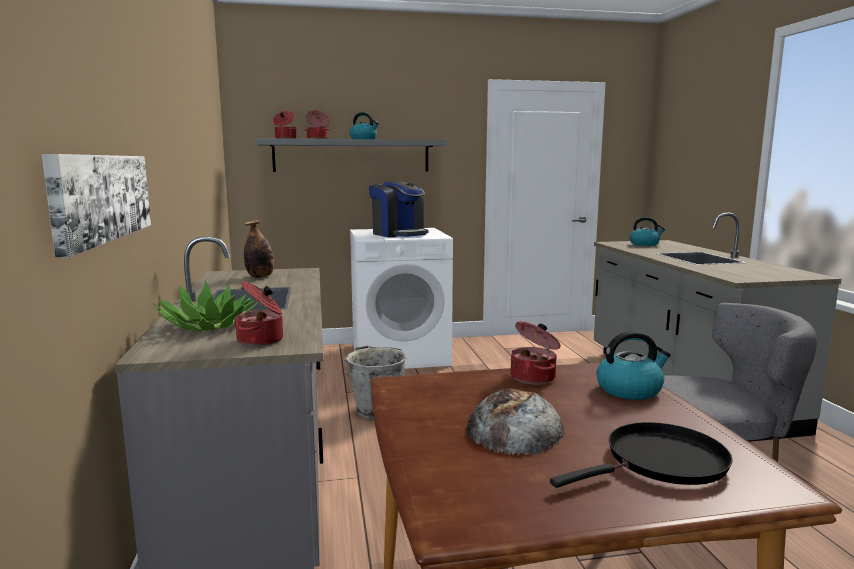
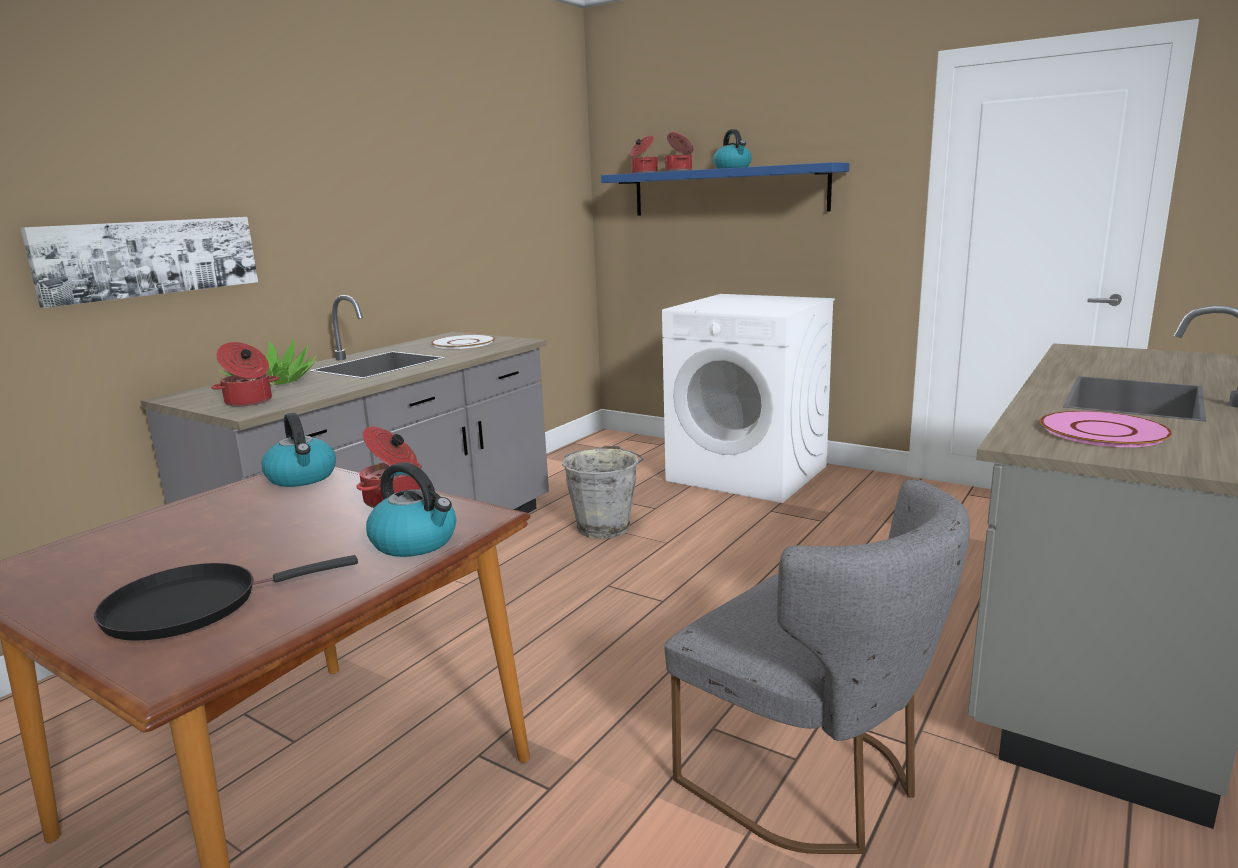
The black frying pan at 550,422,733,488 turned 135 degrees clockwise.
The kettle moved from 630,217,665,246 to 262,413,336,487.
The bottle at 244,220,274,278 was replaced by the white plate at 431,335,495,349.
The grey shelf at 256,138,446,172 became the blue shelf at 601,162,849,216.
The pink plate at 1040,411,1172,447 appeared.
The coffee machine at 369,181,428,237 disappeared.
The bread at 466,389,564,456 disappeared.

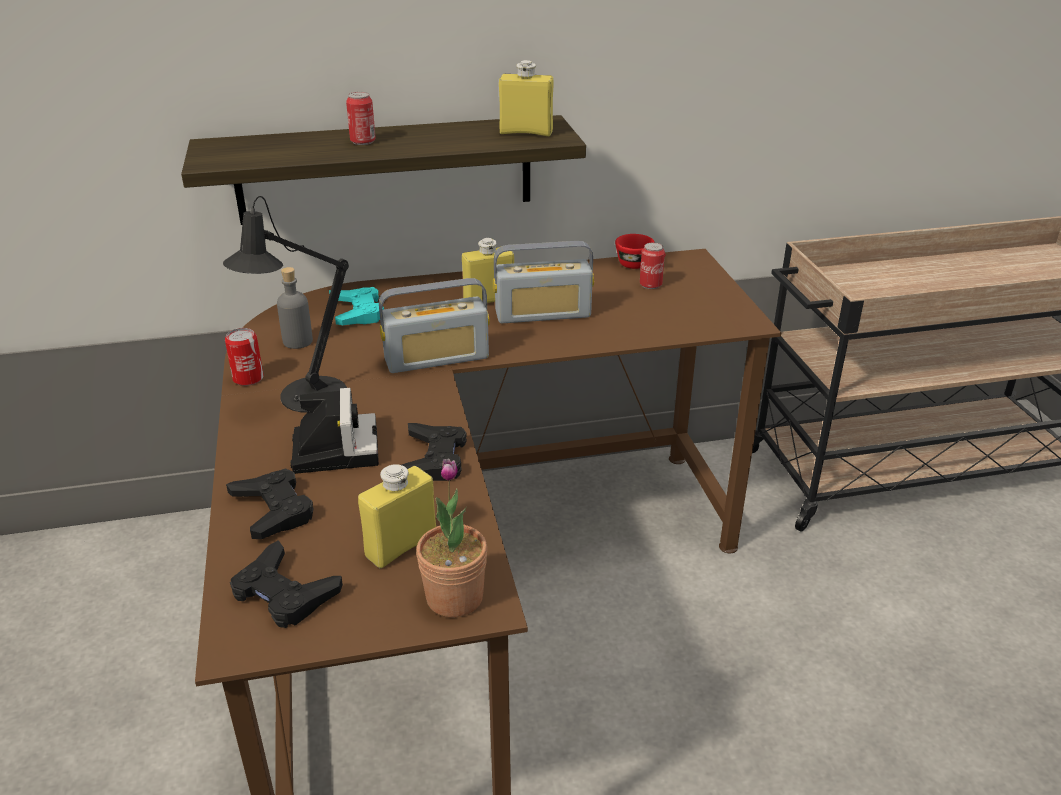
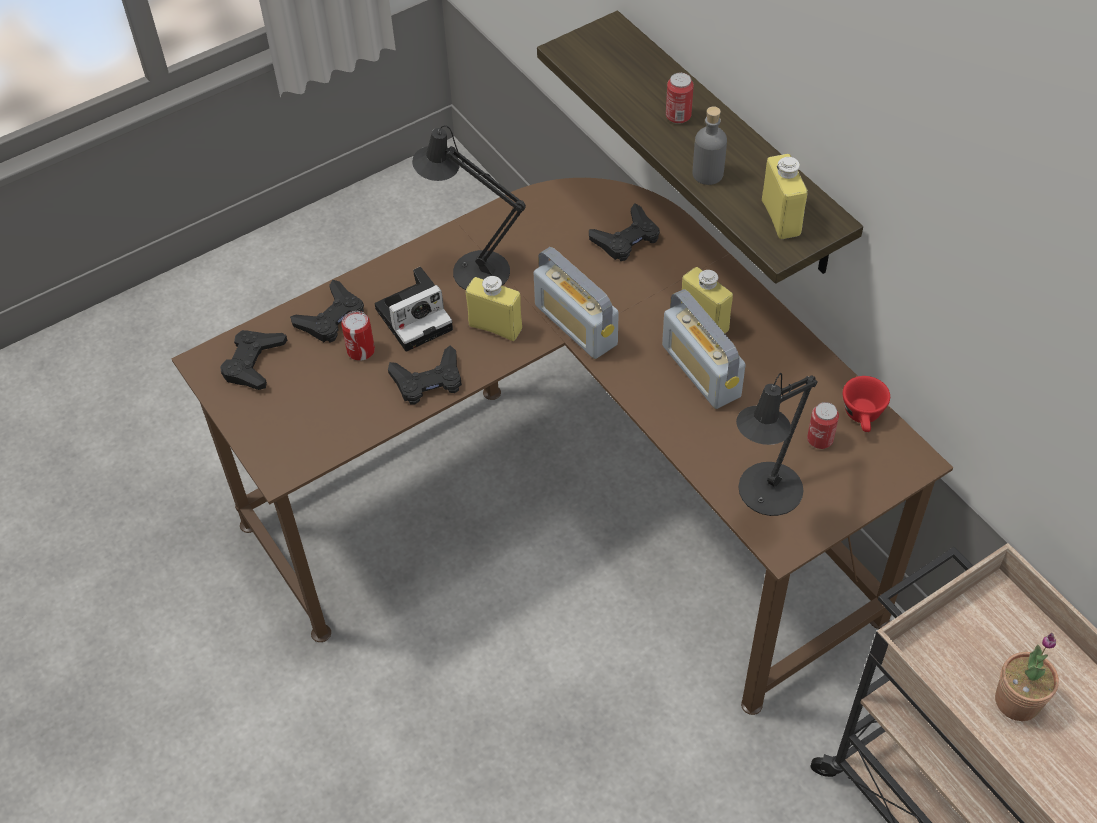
The can moved from 225,328,264,386 to 341,311,375,361.
The yellow bottle moved from 358,464,436,568 to 466,276,522,341.
The turquoise game controller at 329,287,384,325 became the black game controller at 589,204,660,261.
The grey bottle moved from 277,267,313,349 to 693,106,727,185.
The black table lamp at 736,373,818,516 appeared.
The potted plant moved from 416,459,487,617 to 995,633,1059,721.

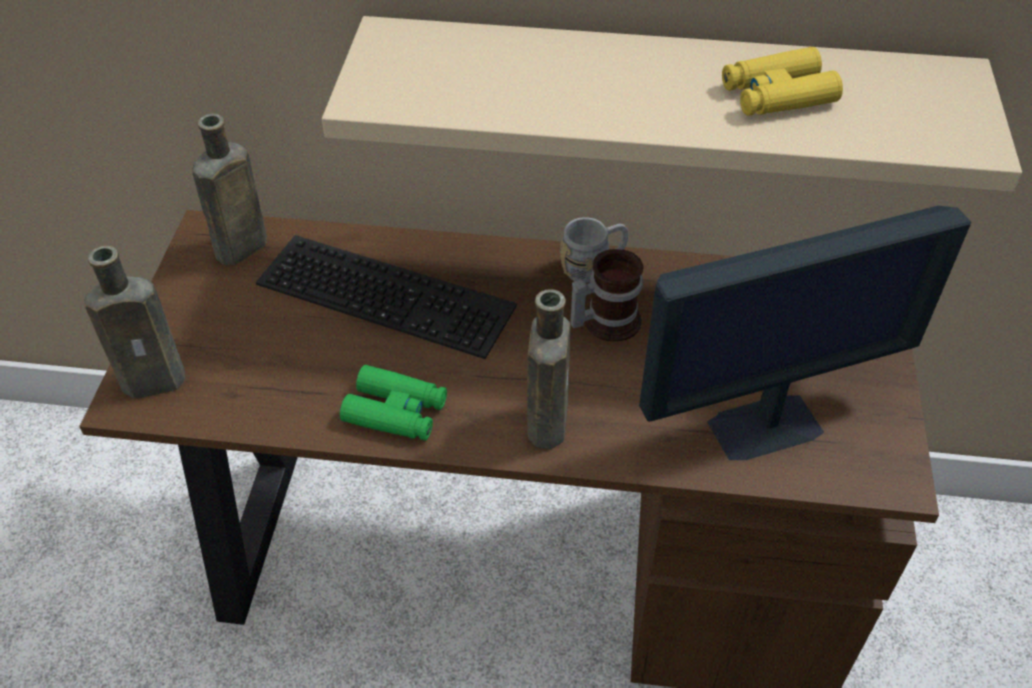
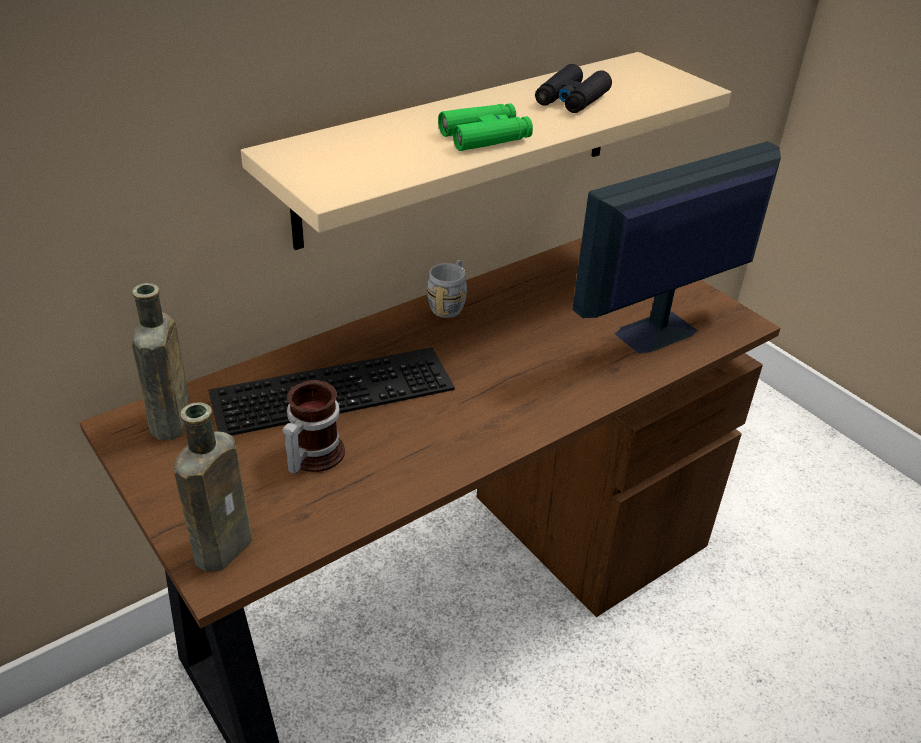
The mug moved from 571,249,644,342 to 283,380,345,474.
The green binoculars moved from 340,365,447,441 to 438,103,533,151.
The yellow binoculars at 722,47,843,116 became the black binoculars at 535,64,612,113.
The monitor at 639,206,971,460 turned 150 degrees counterclockwise.
The brown bottle at 527,289,571,449 disappeared.

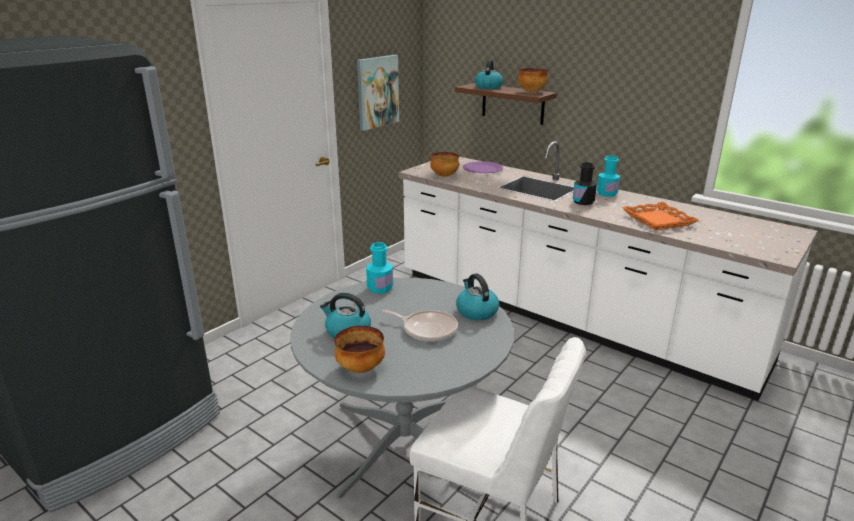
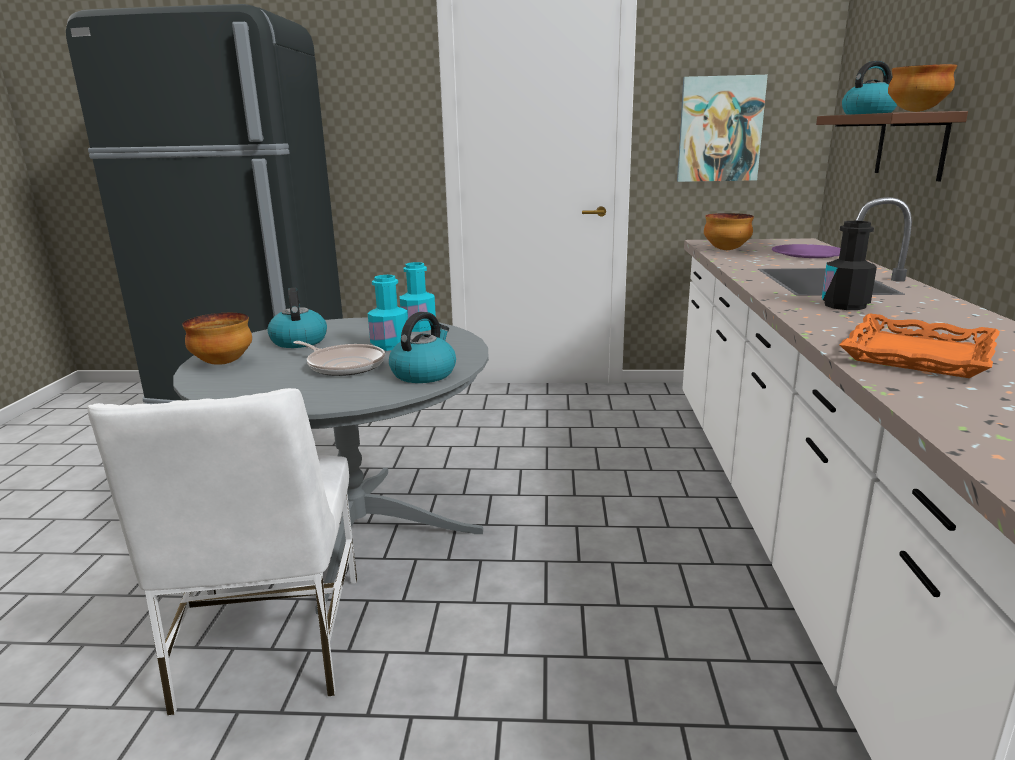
The frying pan at 382,310,458,342 turned 45 degrees counterclockwise.
The turquoise bottle moved from 597,155,620,197 to 368,275,408,351.

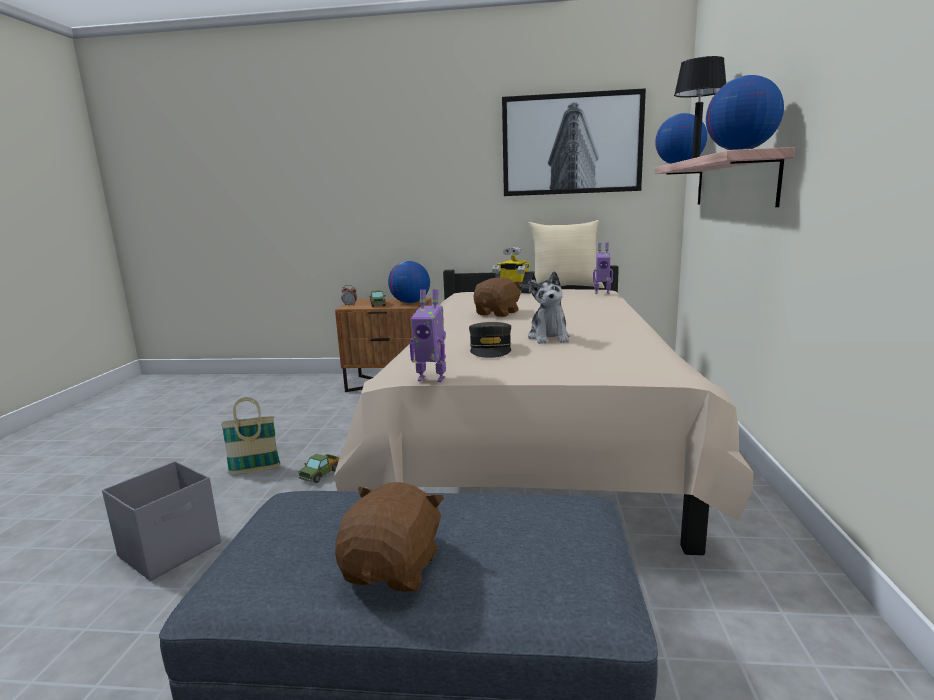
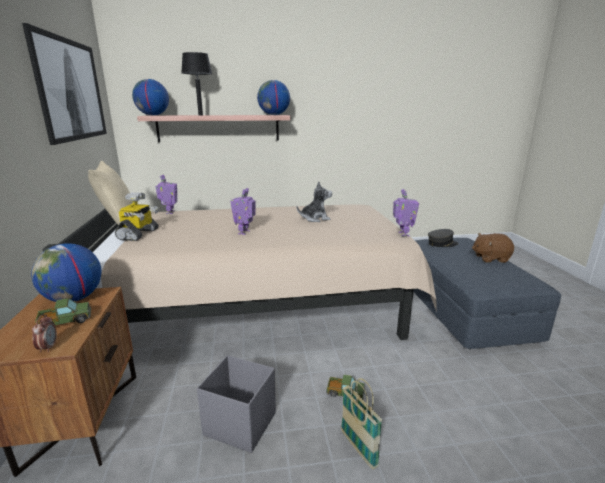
The grey storage box moved from 102,461,221,581 to 197,355,276,453.
The brown plush toy at 474,277,522,317 was replaced by the toy robot at 231,188,256,235.
The grey cap moved from 469,322,511,358 to 428,229,459,247.

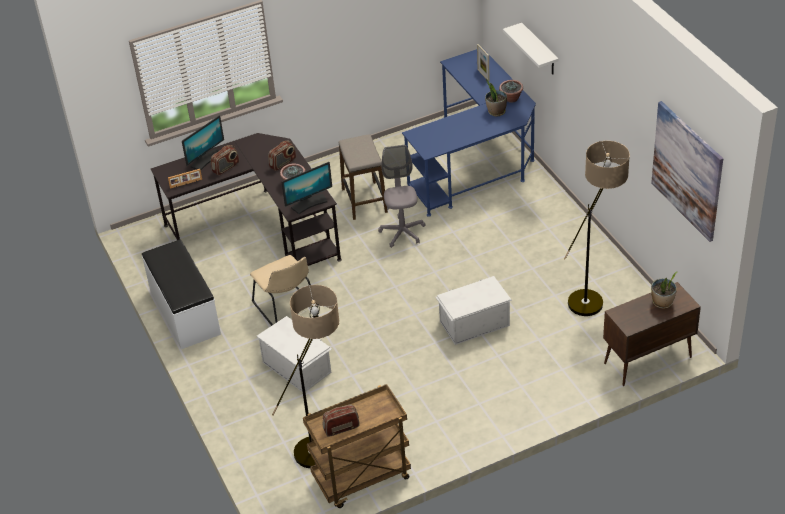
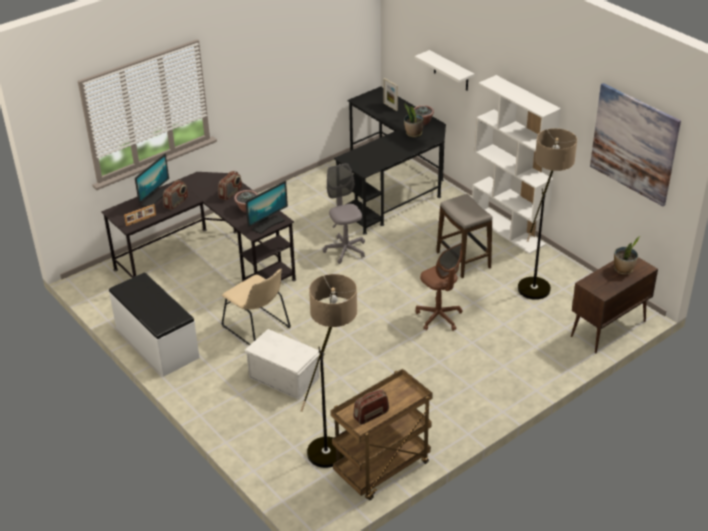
The blue desk at 402,49,536,217 became the black desk at 334,87,446,235.
The white storage box at 436,276,512,345 was replaced by the brown office chair at 415,243,463,331.
The stool moved from 339,134,388,220 to 436,194,492,278.
The white bookcase at 472,75,561,254 appeared.

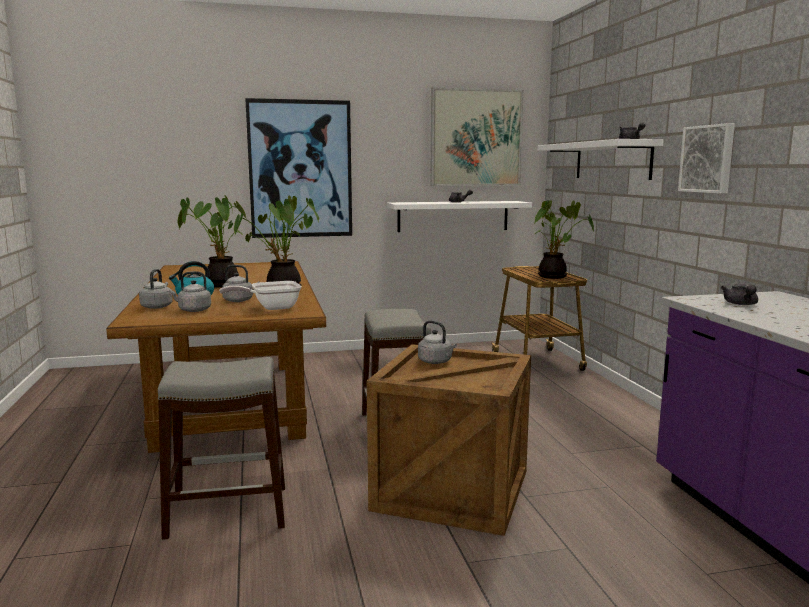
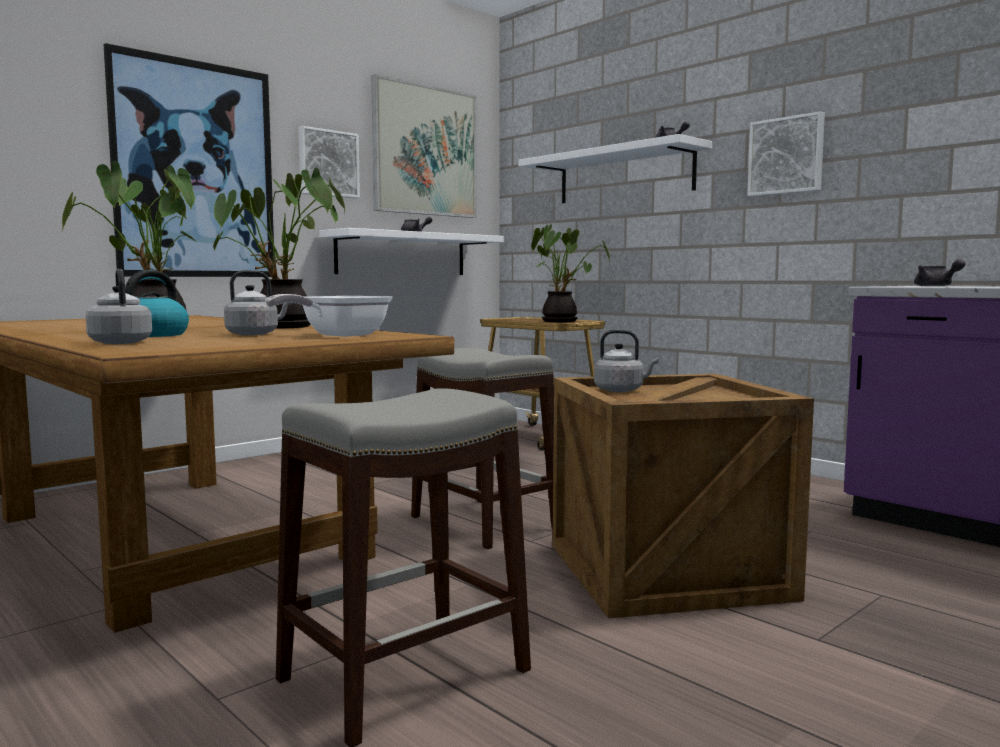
The picture at 298,126,360,198 appeared.
The grey kettle at 169,271,211,312 disappeared.

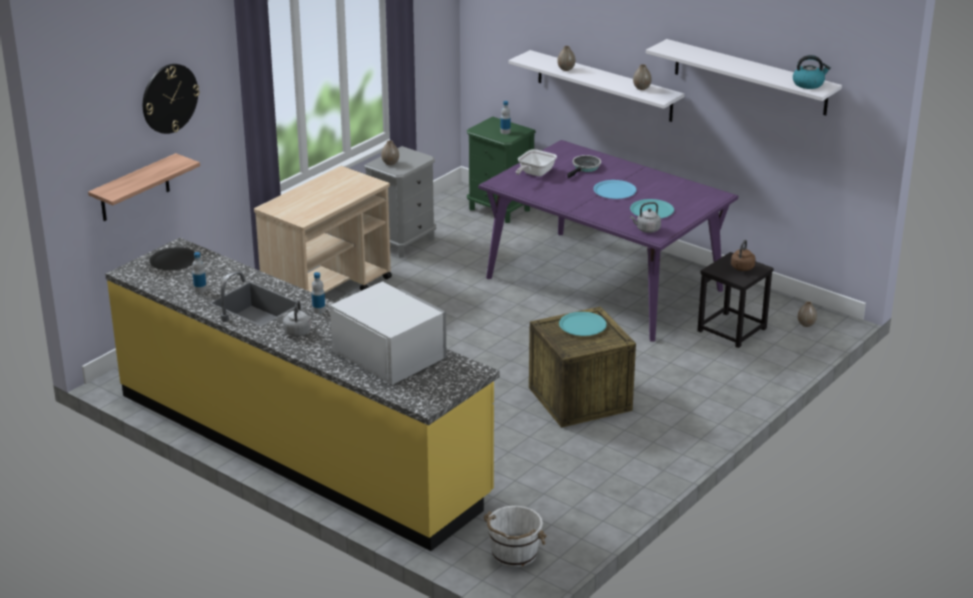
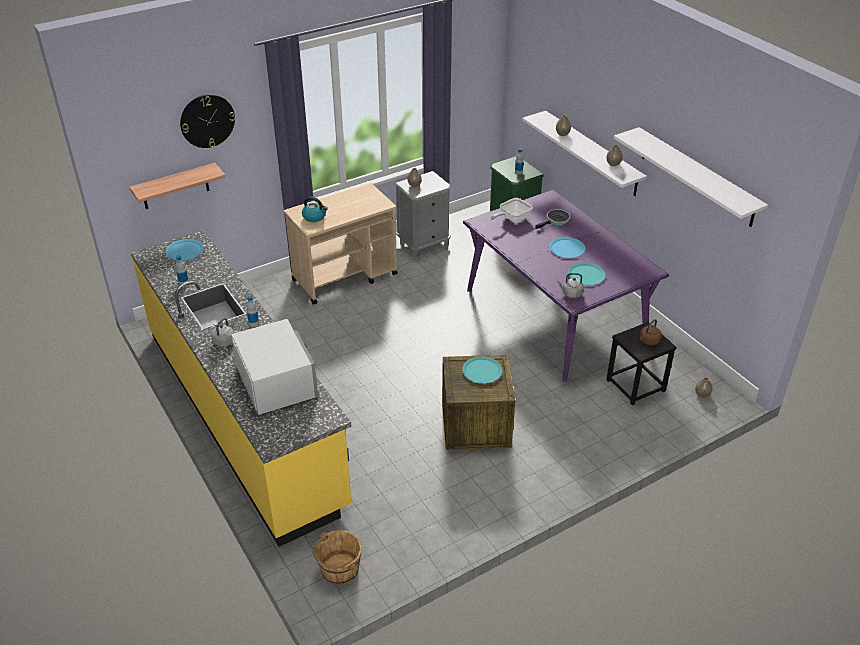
The black plate at 150,247,195,270 became the blue plate at 165,239,203,261.
The kettle moved from 793,55,831,89 to 302,197,328,222.
The white bucket at 483,506,547,567 became the brown bucket at 313,530,362,585.

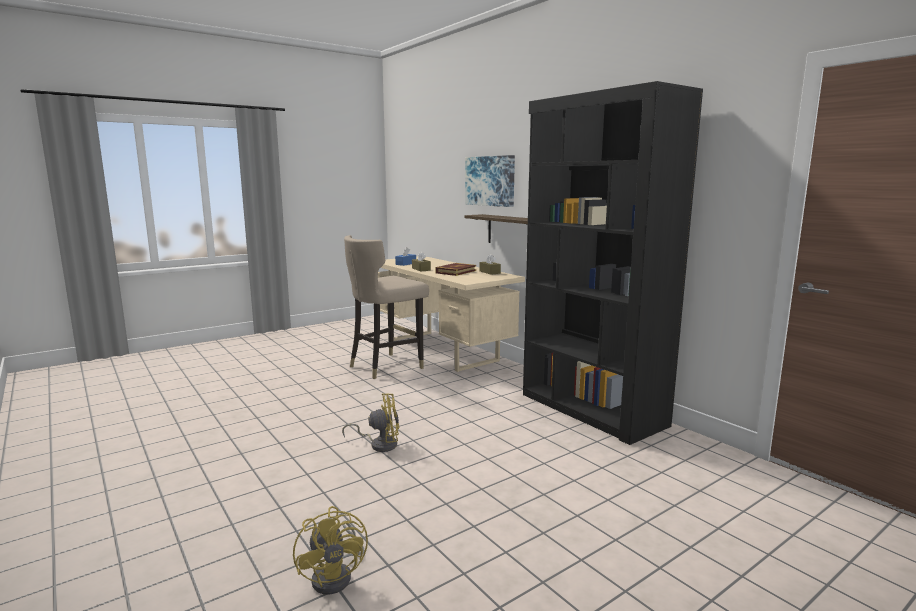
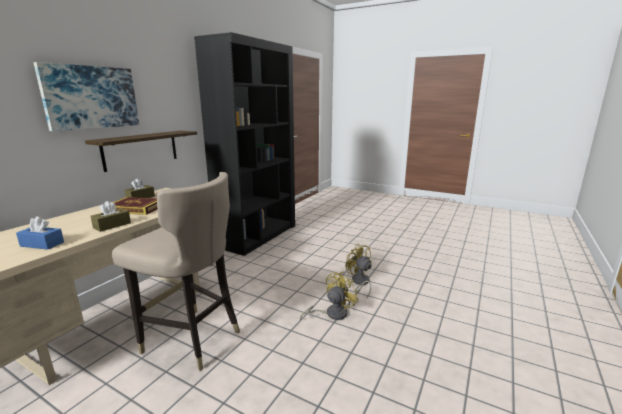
The yellow fan moved from 293,506,368,595 to 300,272,358,320.

